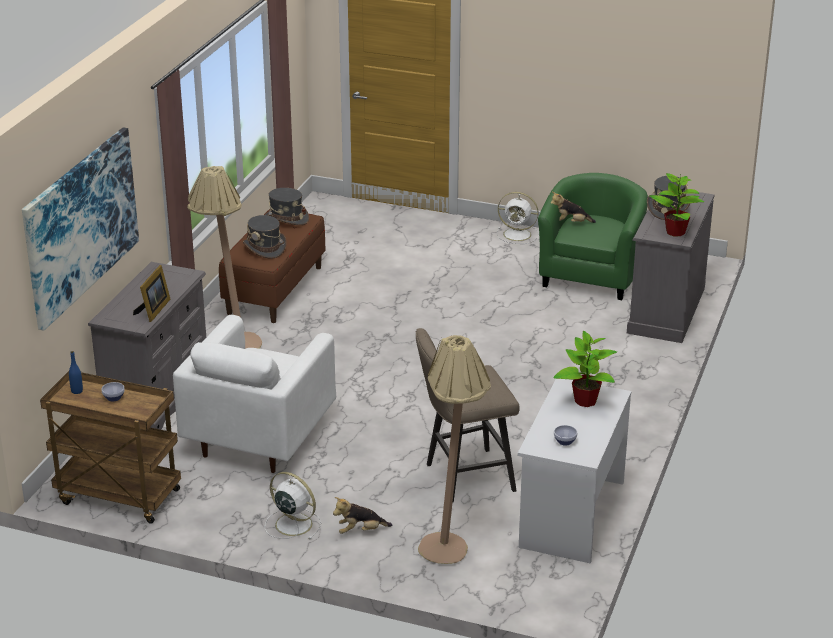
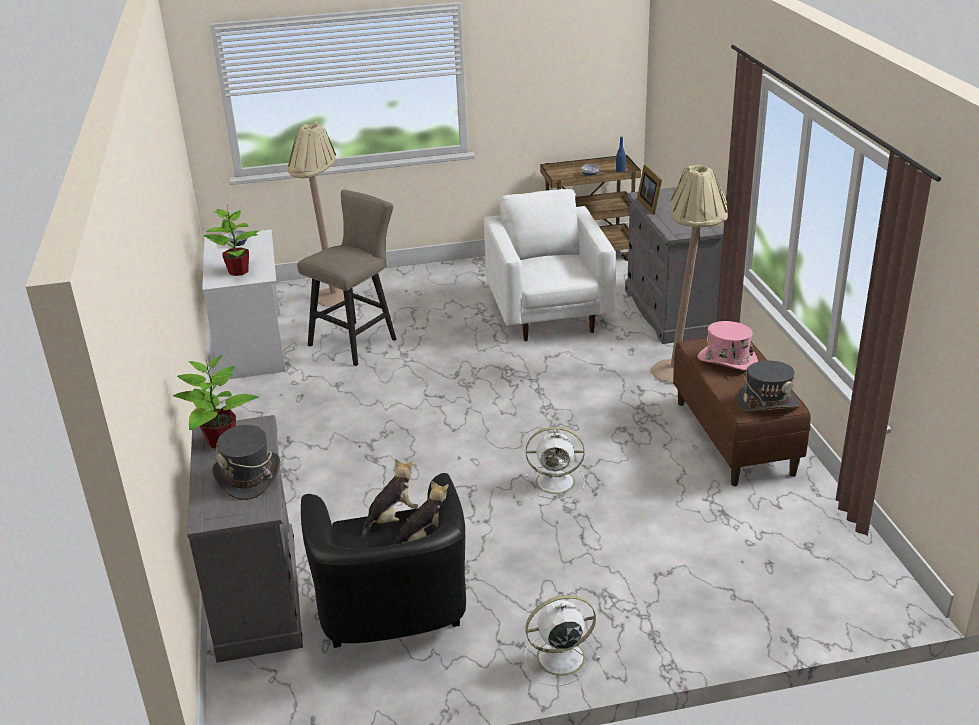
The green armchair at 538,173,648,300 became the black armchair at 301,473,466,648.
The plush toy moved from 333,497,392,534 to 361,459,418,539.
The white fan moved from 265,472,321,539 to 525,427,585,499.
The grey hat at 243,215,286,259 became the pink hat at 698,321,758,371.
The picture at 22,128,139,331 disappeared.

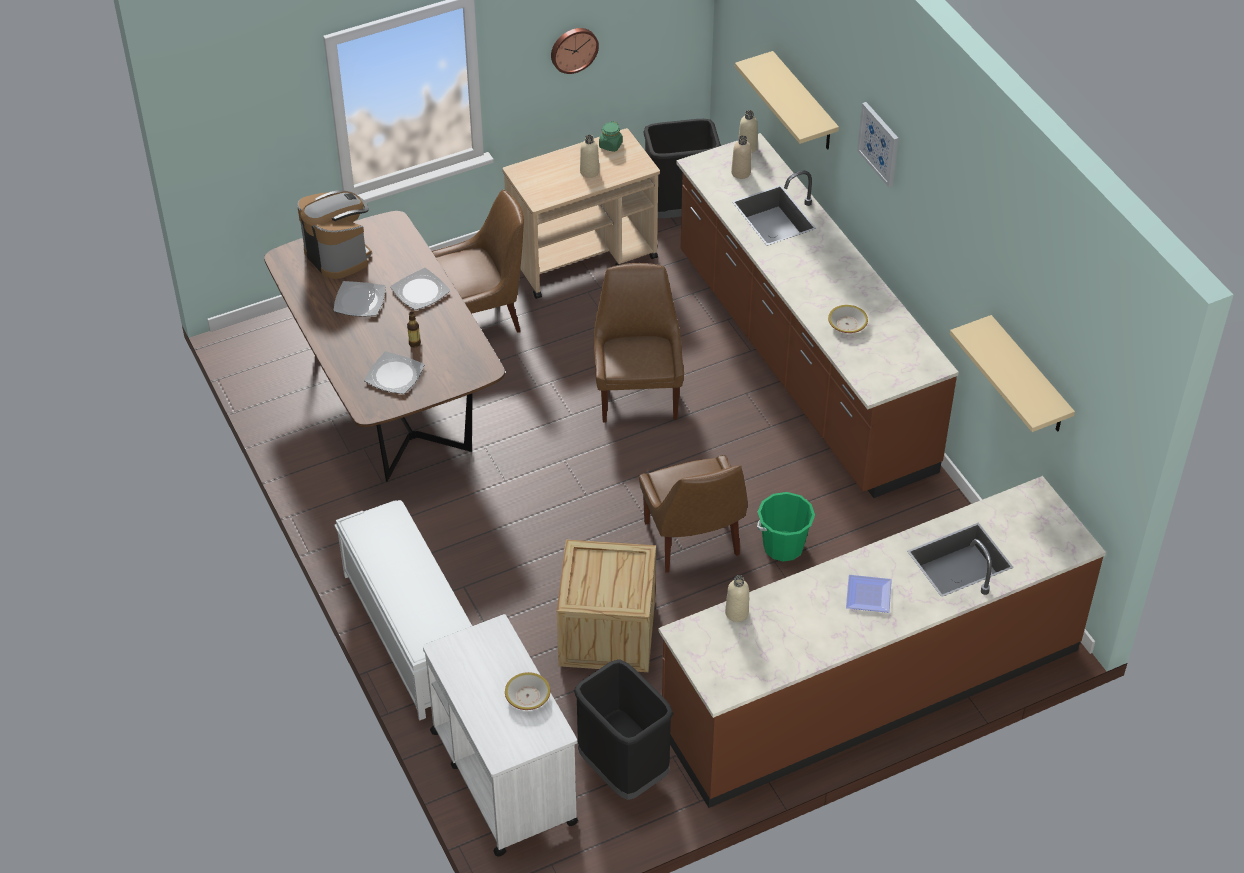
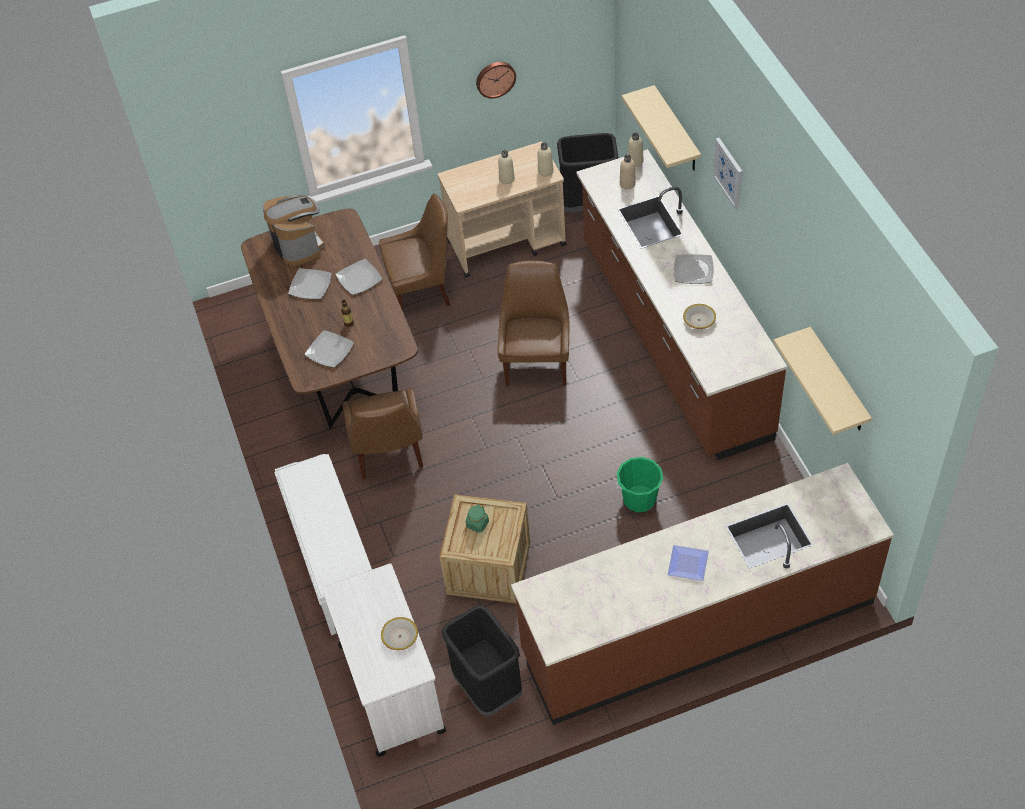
The brown chair moved from 639,455,747,573 to 342,388,423,479.
The green jar moved from 599,121,623,152 to 466,504,489,533.
The beige bottle moved from 725,575,749,622 to 538,142,553,176.
The plate at 674,254,714,284 appeared.

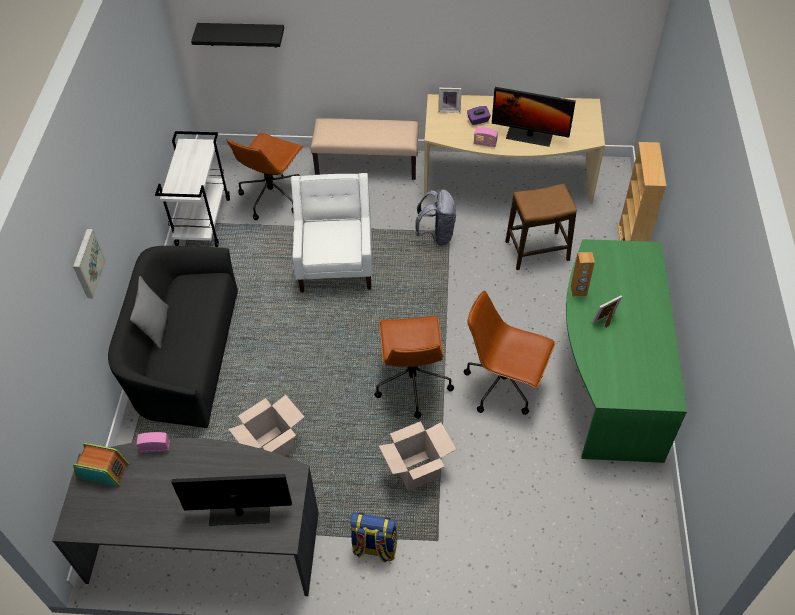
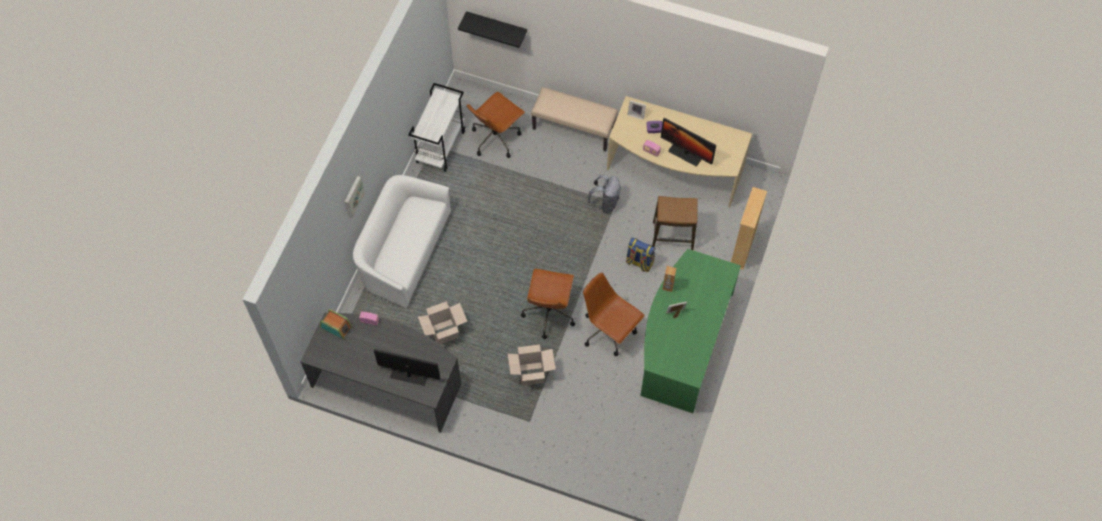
The black sofa at 108,246,238,428 became the white sofa at 353,175,451,308.
The backpack moved from 350,512,397,563 to 626,237,656,272.
The grey pillow at 130,276,169,349 disappeared.
The white armchair at 291,173,372,293 disappeared.

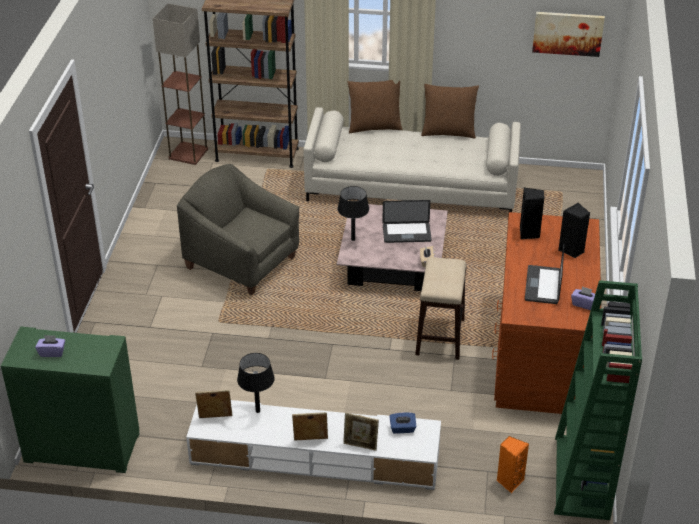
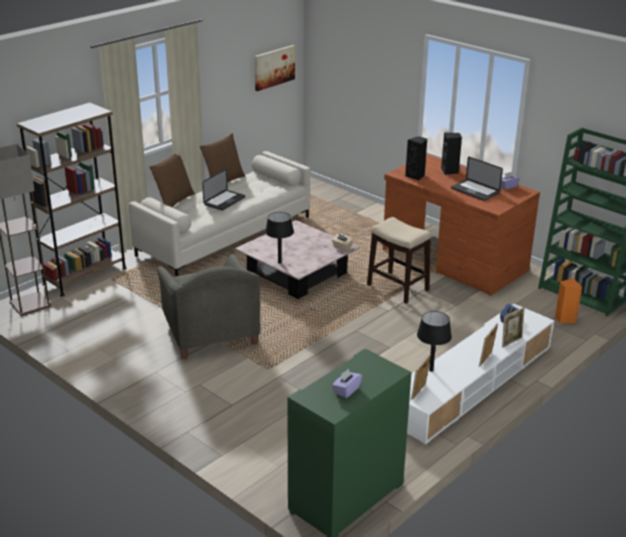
The grey armchair at 177,164,299,295 turned 90 degrees counterclockwise.
The laptop moved from 382,200,432,243 to 202,169,246,211.

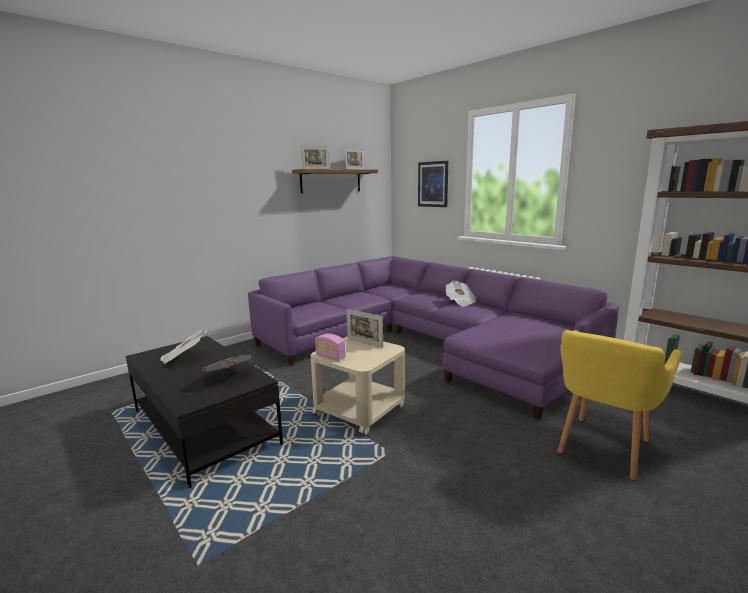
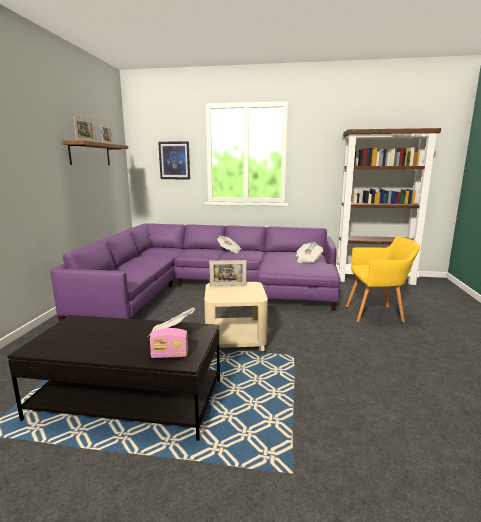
The radio moved from 315,334,346,361 to 150,328,188,358.
The newspaper moved from 160,329,207,364 to 296,242,323,263.
The yellow armchair at 557,330,682,481 turned 90 degrees counterclockwise.

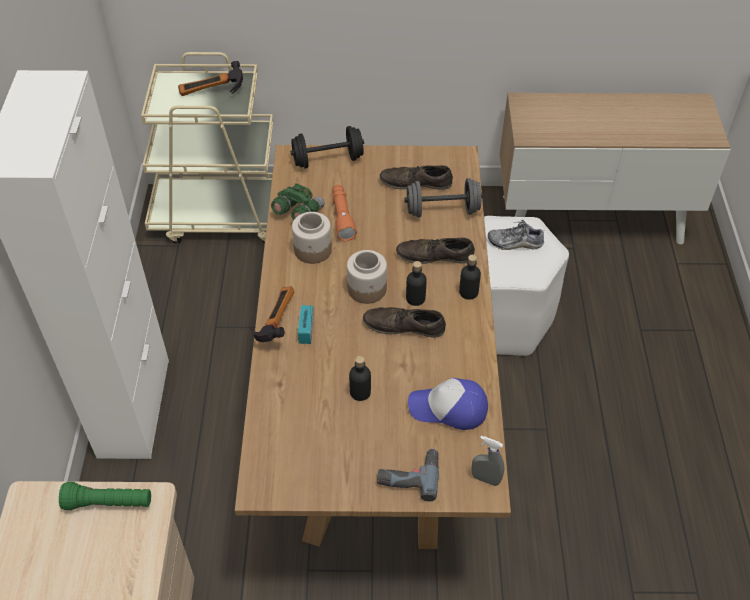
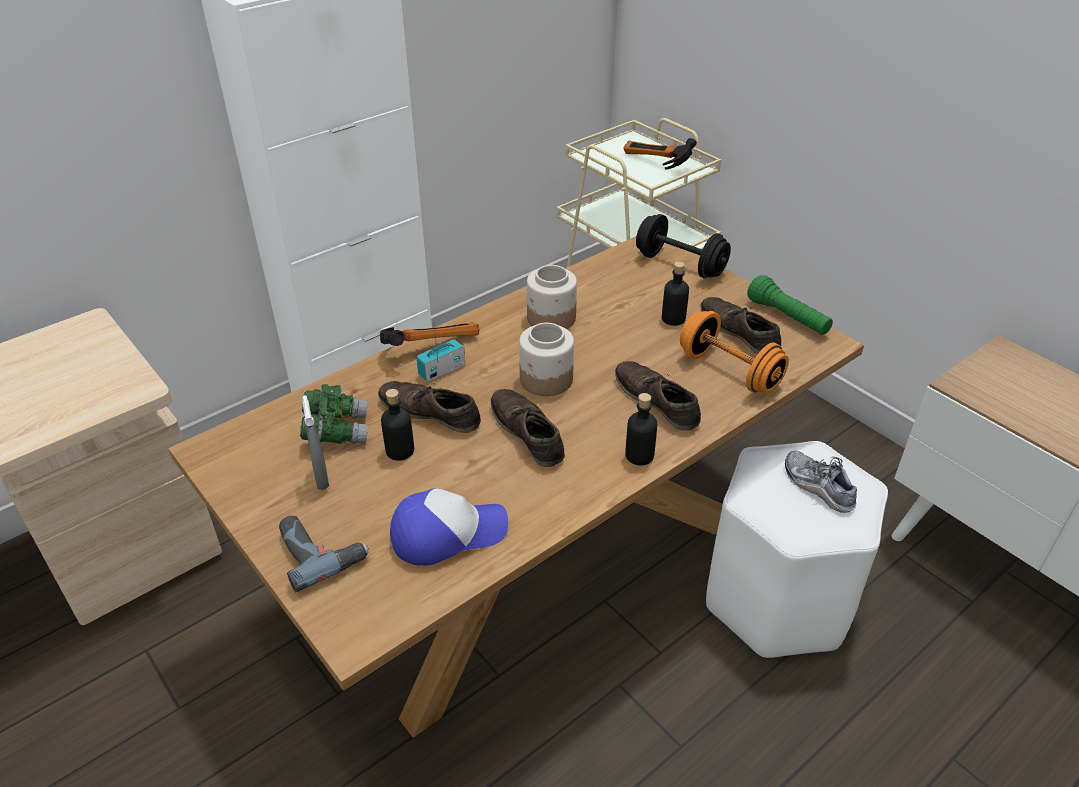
The green binoculars moved from 271,183,324,221 to 300,384,368,444.
The grey spray bottle moved from 472,436,504,486 to 303,395,329,490.
The brown shoe at 378,381,481,433 appeared.
The cap at 408,378,488,430 turned 105 degrees clockwise.
The black bottle moved from 406,261,427,306 to 662,261,689,326.
The grey dumbbell at 404,178,483,218 became the orange dumbbell at 680,311,789,393.
The green flashlight moved from 59,482,151,510 to 747,275,833,335.
The orange flashlight at 332,184,357,242 disappeared.

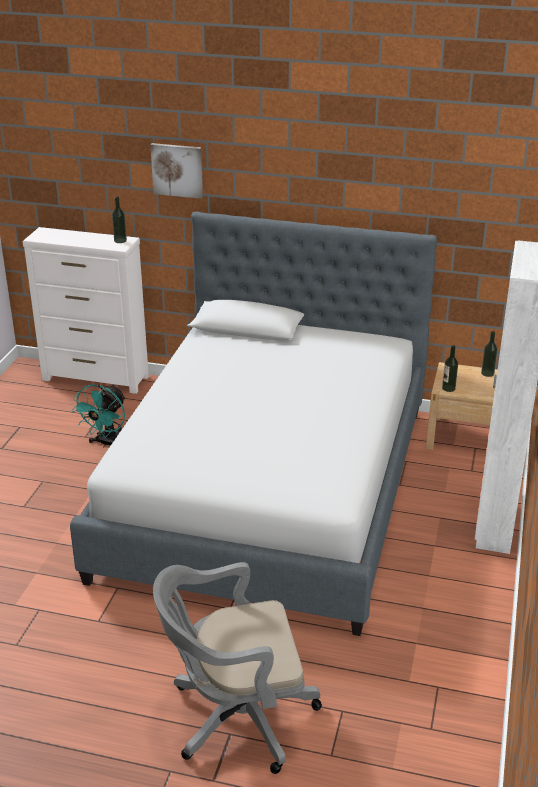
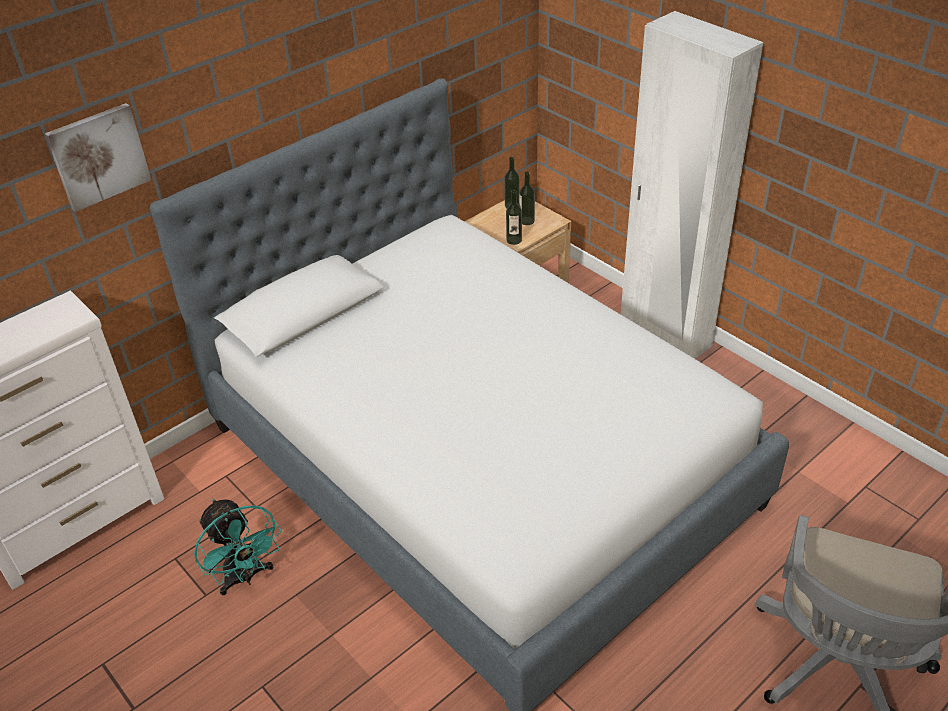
The bottle moved from 112,196,127,243 to 519,171,535,225.

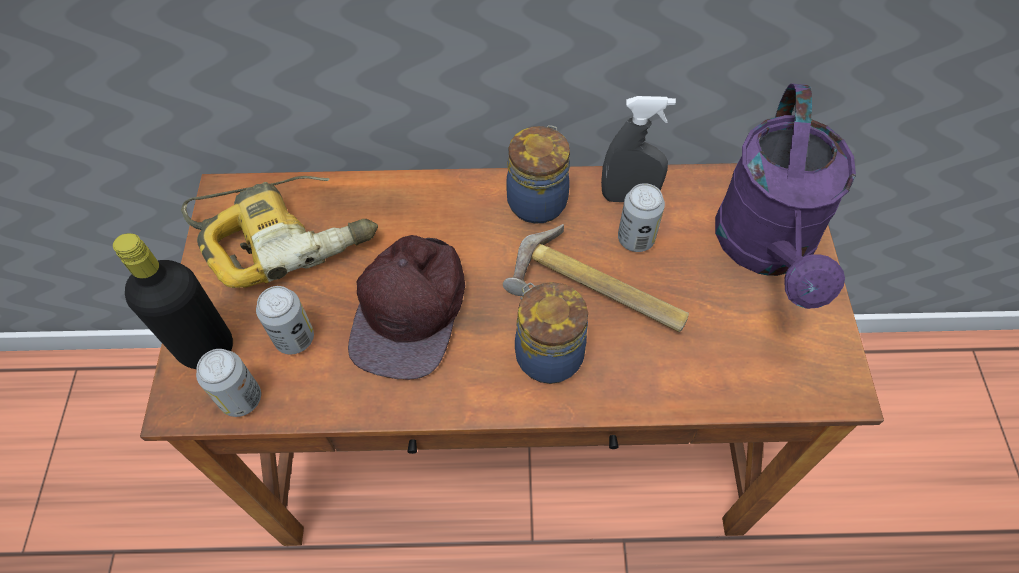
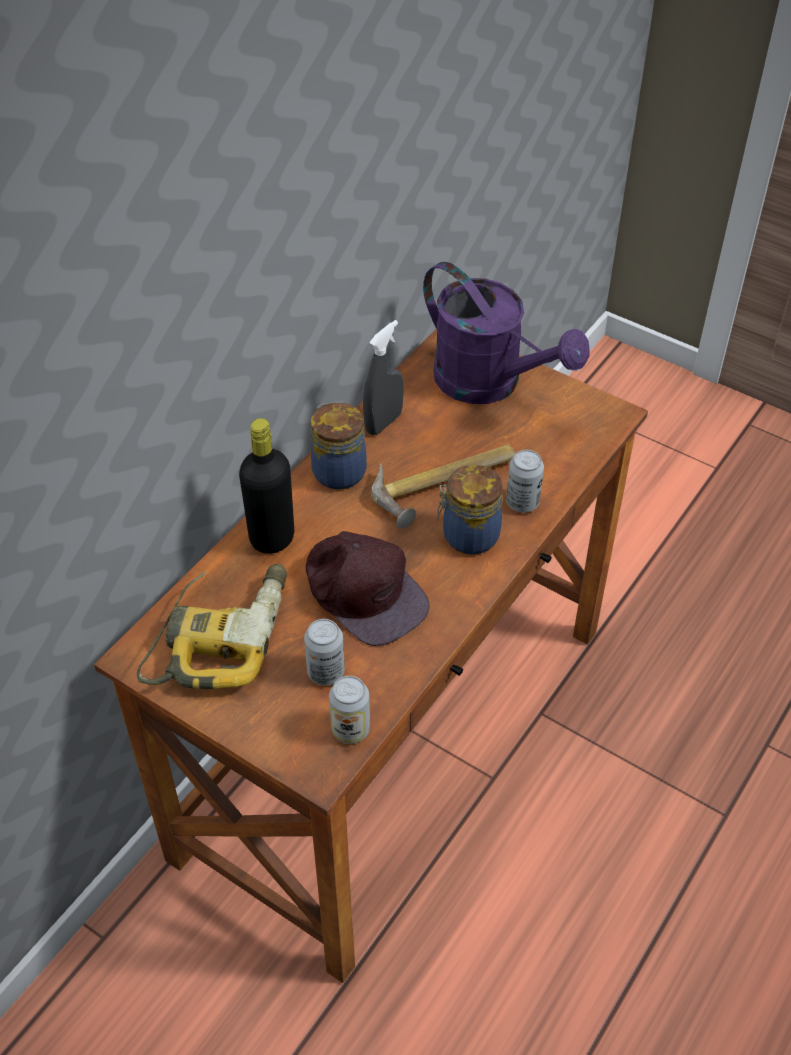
The black bottle moved from 113,233,233,369 to 239,418,294,554.
The can moved from 618,183,665,252 to 506,450,544,513.

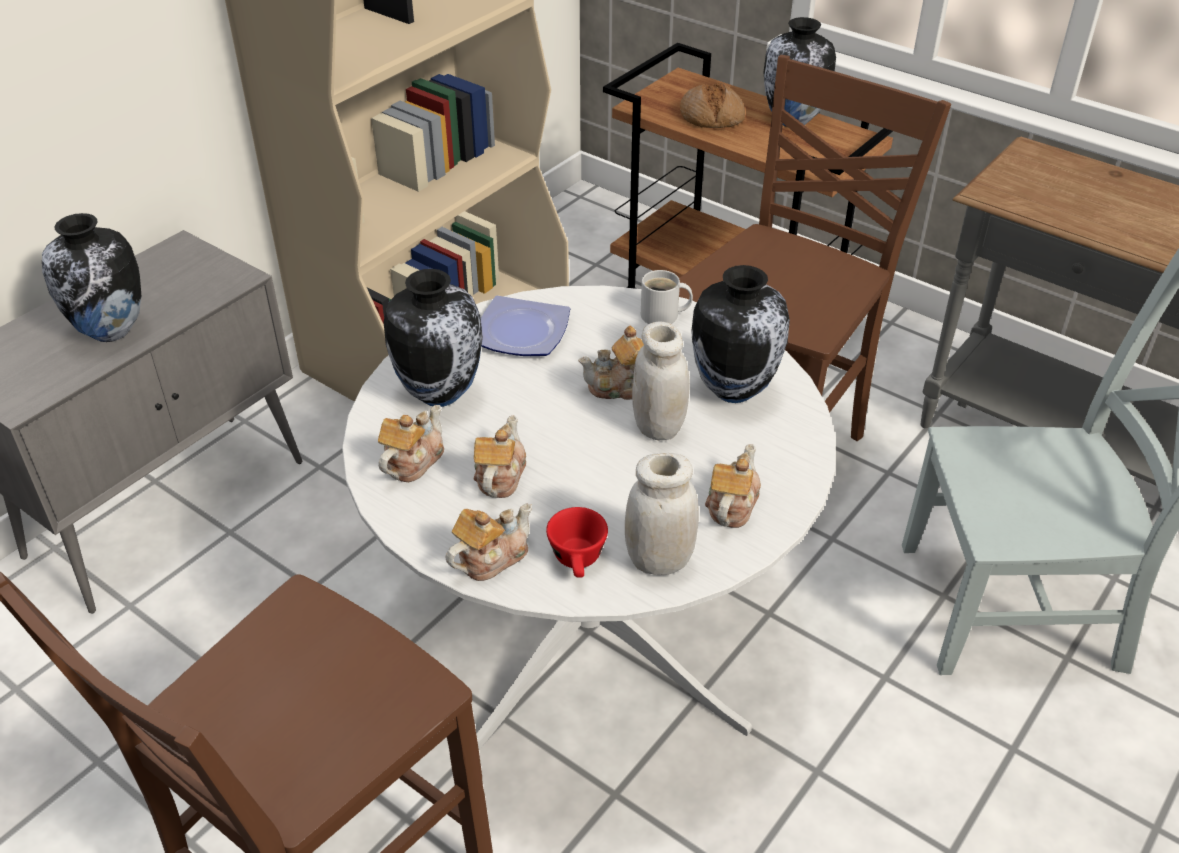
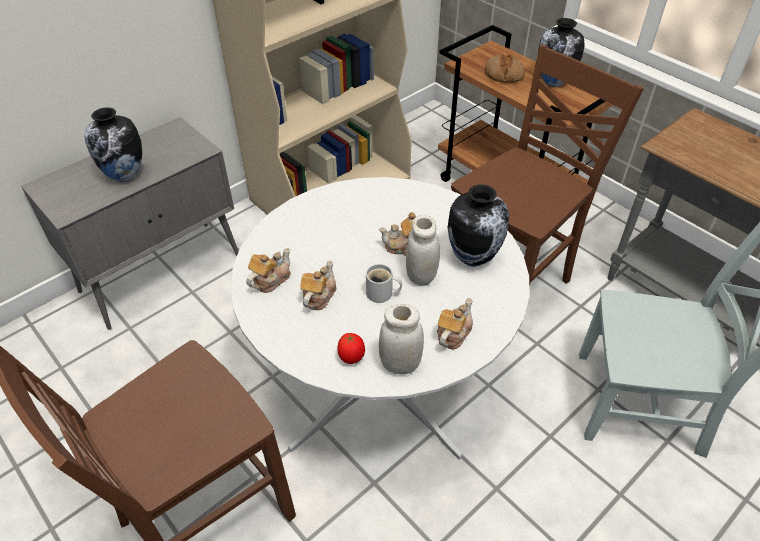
The red cup at 546,507,608,578 was replaced by the tomato at 337,333,365,364.
The white mug moved from 641,270,693,324 to 366,264,402,303.
The vase at 384,269,483,407 disappeared.
The teapot at 446,503,532,581 disappeared.
The plate at 481,295,570,356 disappeared.

